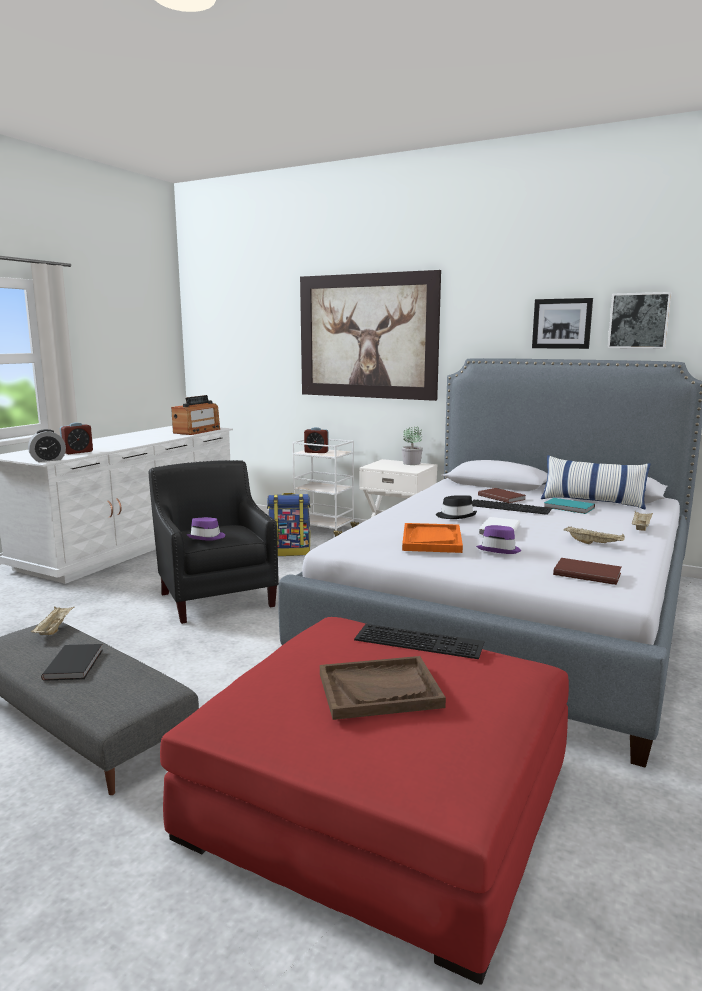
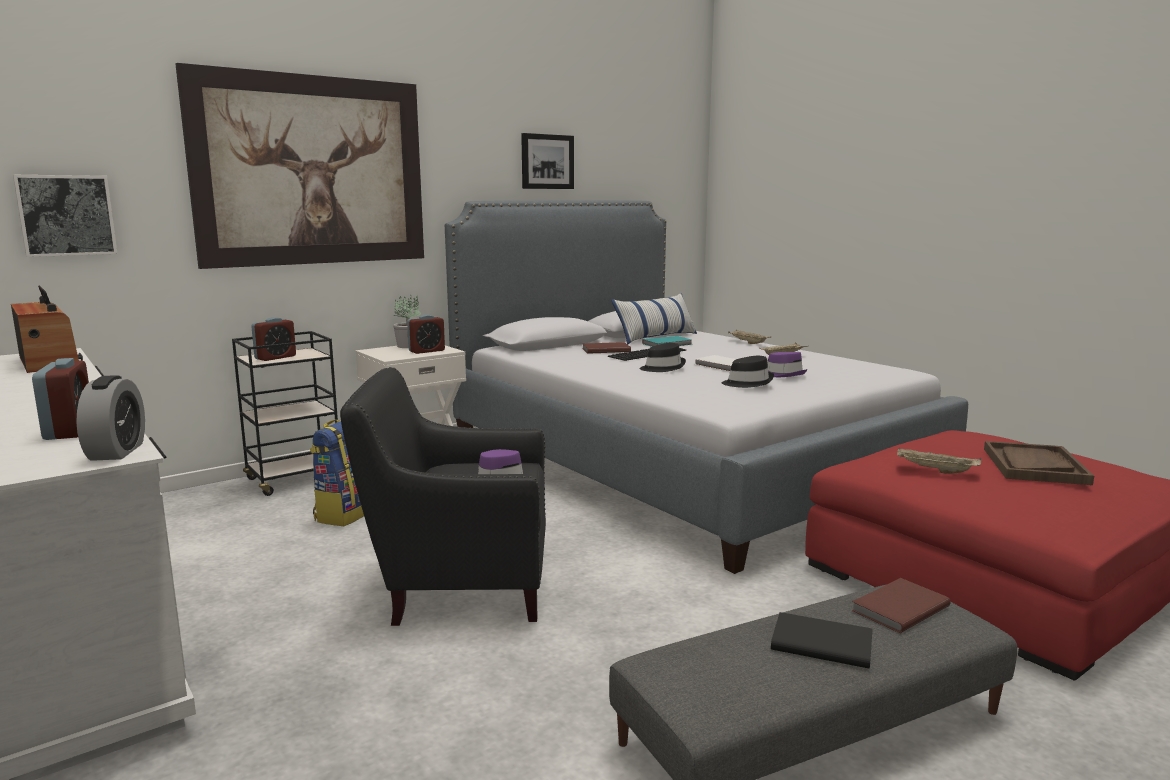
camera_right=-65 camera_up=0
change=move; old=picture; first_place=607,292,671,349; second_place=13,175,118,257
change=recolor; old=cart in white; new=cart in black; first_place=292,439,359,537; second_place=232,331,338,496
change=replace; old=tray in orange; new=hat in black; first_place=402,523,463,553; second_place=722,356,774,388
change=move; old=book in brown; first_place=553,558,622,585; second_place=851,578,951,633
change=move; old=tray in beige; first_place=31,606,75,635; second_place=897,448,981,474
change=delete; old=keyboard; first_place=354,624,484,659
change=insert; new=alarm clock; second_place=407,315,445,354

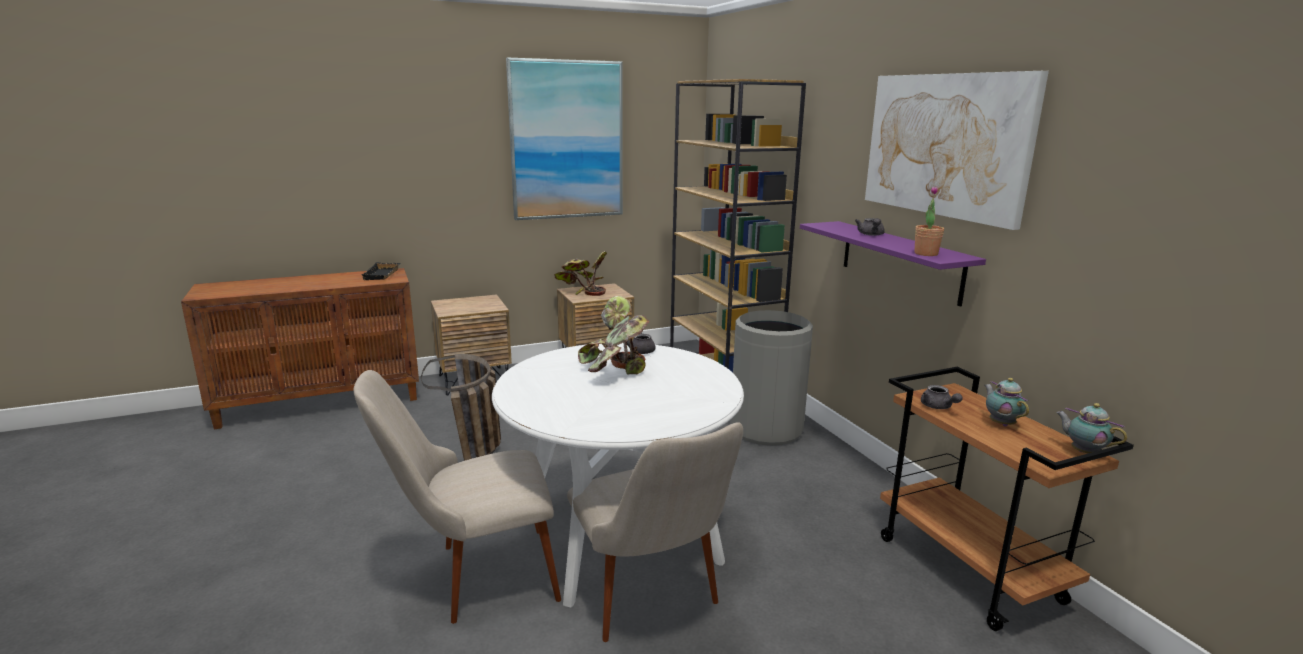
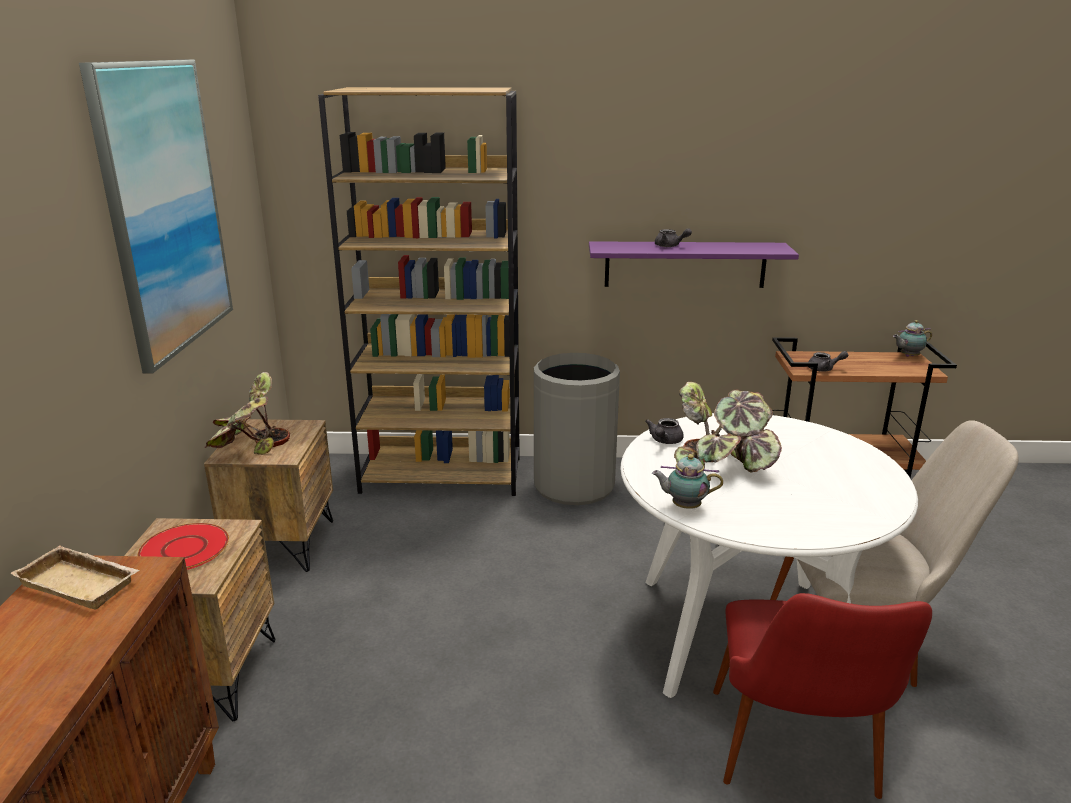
camera_right=-65 camera_up=5
change=delete; old=picture; first_place=865,71,1049,230
change=delete; old=potted plant; first_place=915,186,944,256
change=recolor; old=tray in black; new=tray in beige; first_place=361,262,400,280; second_place=10,545,139,610
change=delete; old=basket; first_place=421,354,501,461
change=recolor; old=chair in beige; new=chair in red; first_place=354,370,561,624; second_place=713,593,932,799
change=move; old=teapot; first_place=984,378,1029,426; second_place=652,454,723,509
change=insert; new=plate in red; second_place=138,523,229,570

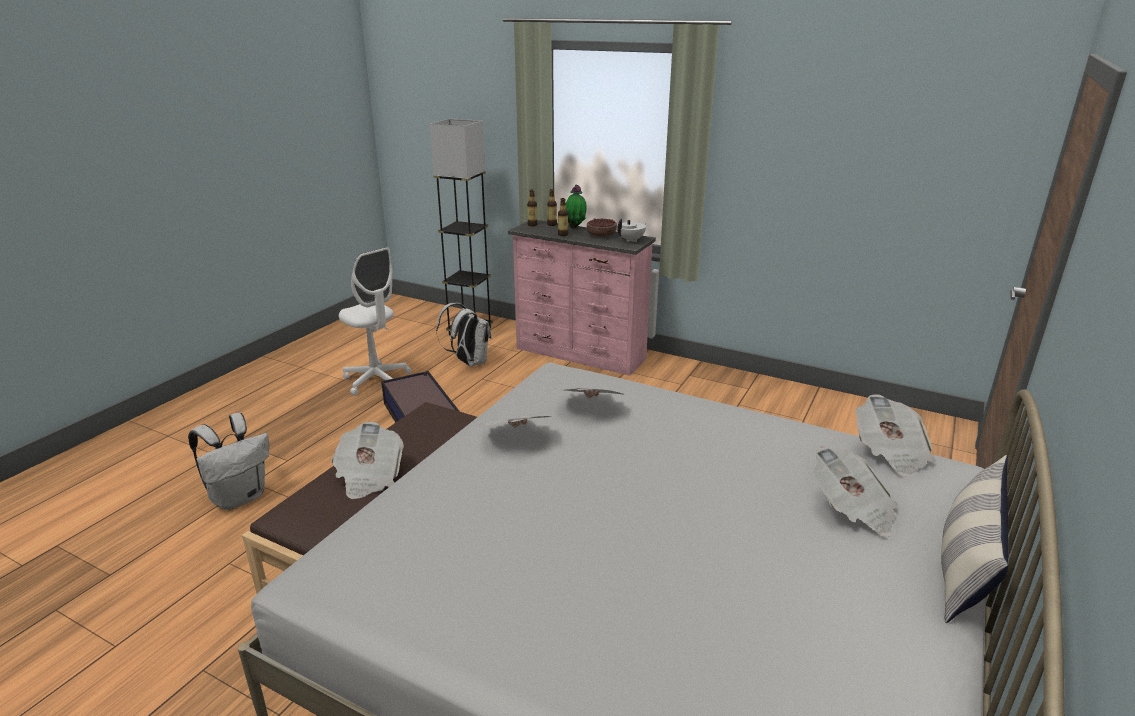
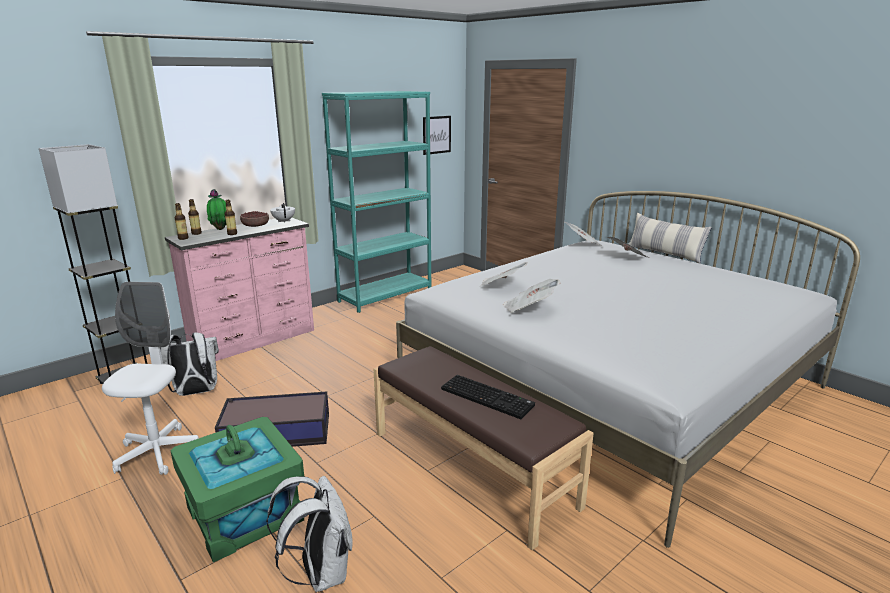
camera_right=-70 camera_up=-5
change=rotate; old=office chair in white; first_place=339,247,411,396; second_place=102,282,199,475; degrees=-60
change=replace; old=newspaper; new=keyboard; first_place=332,422,404,499; second_place=441,375,535,419
change=insert; new=bookcase in turquoise; second_place=322,91,431,313
change=insert; new=picture; second_place=423,116,451,155
change=insert; new=storage box in green; second_place=171,417,304,562

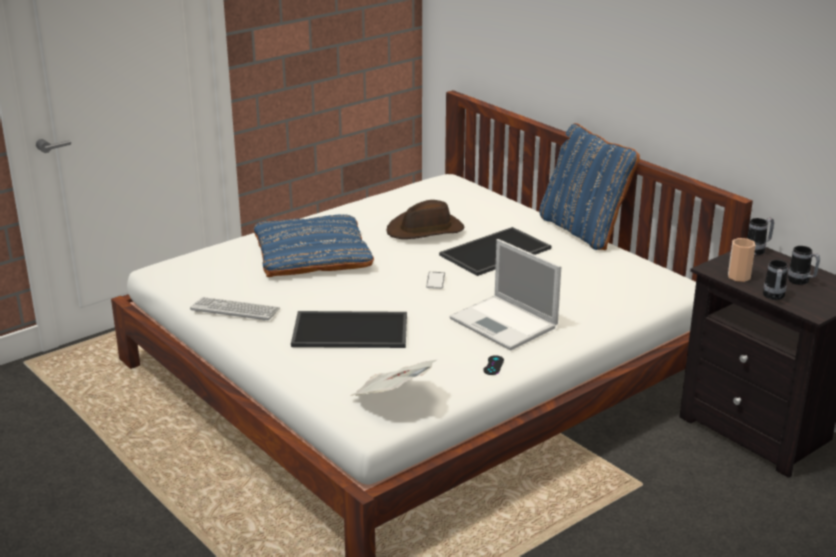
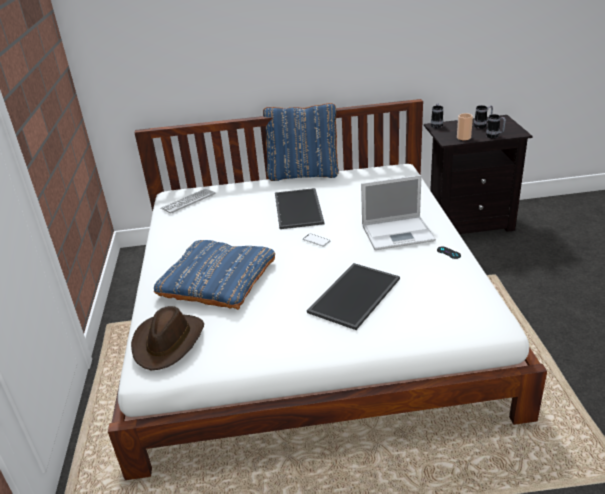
camera_right=-55 camera_up=5
change=move; old=hat in brown; first_place=386,200,464,239; second_place=131,306,204,370
change=move; old=keyboard; first_place=190,297,280,321; second_place=160,189,215,214
change=delete; old=newspaper; first_place=351,360,436,396

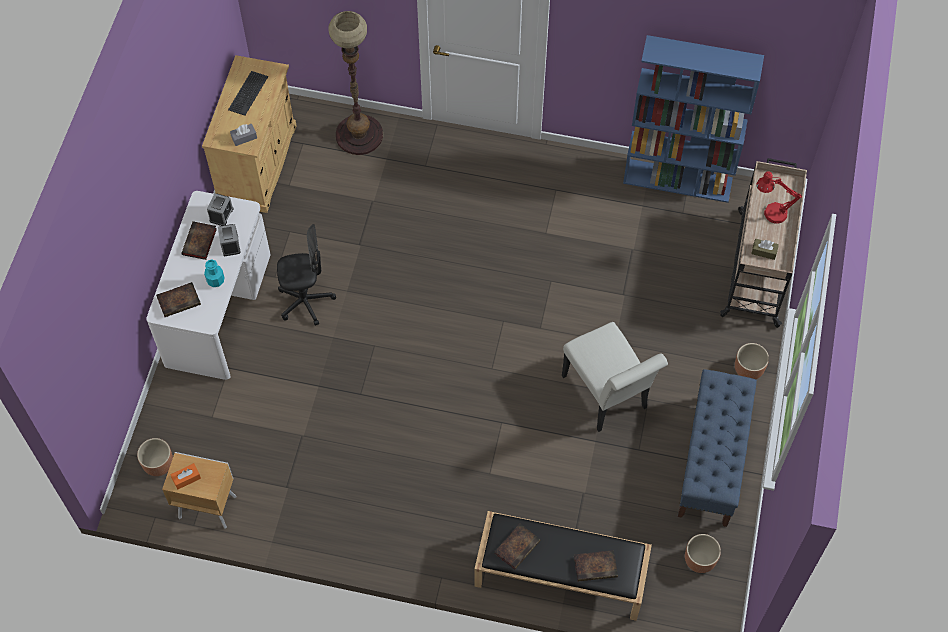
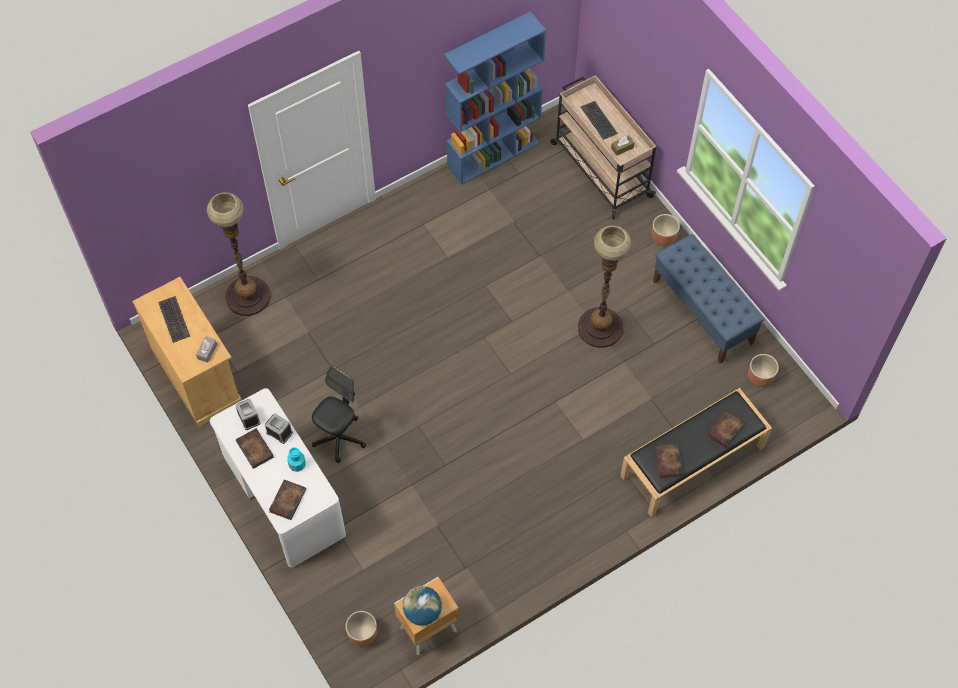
camera_right=-45 camera_up=0
change=replace; old=table lamp in red; new=keyboard; first_place=756,172,802,224; second_place=581,101,618,140
change=replace; old=chair in white; new=floor lamp; first_place=562,322,668,432; second_place=578,225,631,348
change=replace; old=tissue box in orange; new=globe; first_place=171,463,201,489; second_place=403,586,442,626

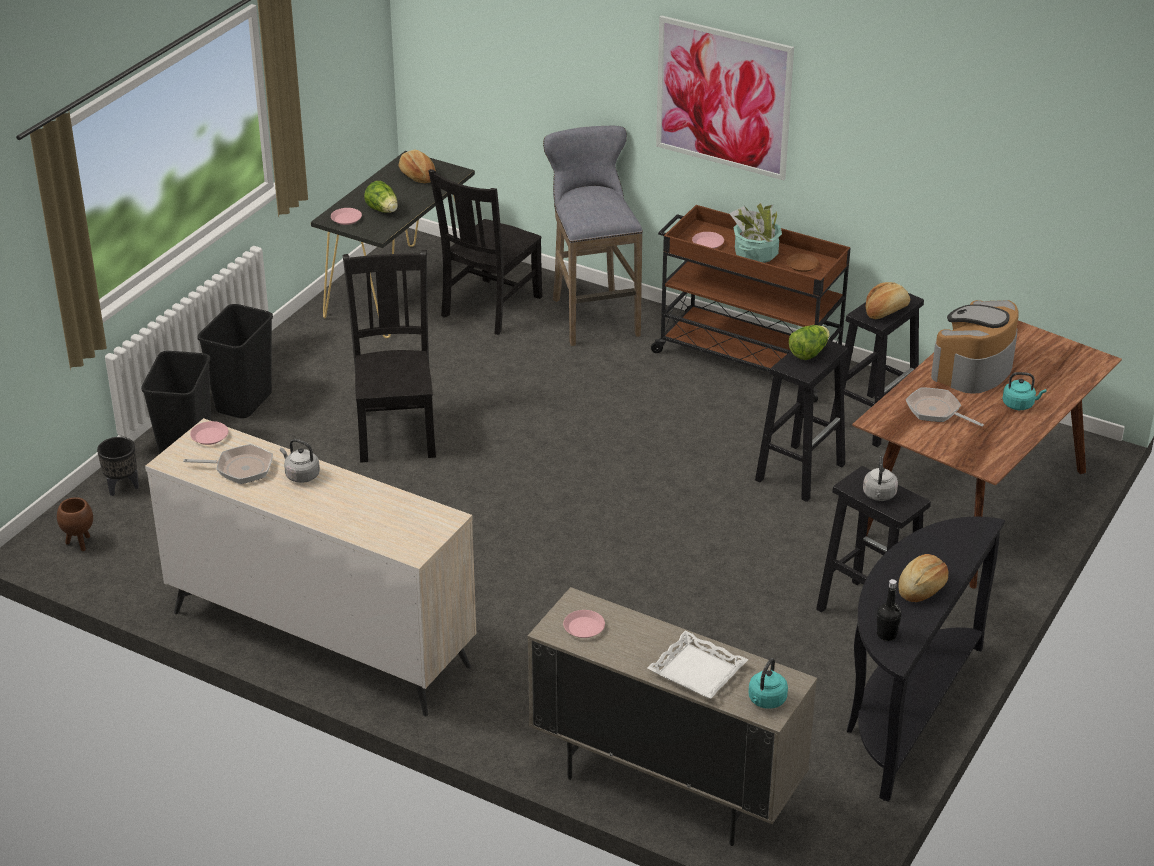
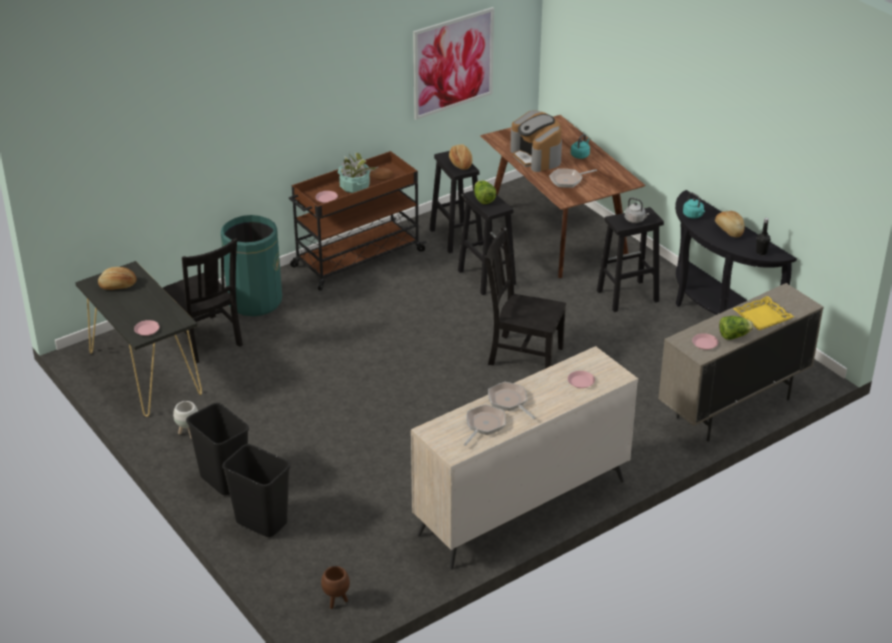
camera_right=-65 camera_up=0
change=move; old=picture; first_place=656,15,794,180; second_place=413,7,494,120
change=replace; old=stool in grey; new=trash can in green; first_place=543,126,643,346; second_place=221,215,282,316
change=move; old=lettuce; first_place=364,181,398,213; second_place=719,316,754,340
change=move; old=chair in black; first_place=343,250,436,463; second_place=485,226,566,369
change=move; old=plate in pink; first_place=190,421,228,445; second_place=568,371,595,388
change=delete; old=planter in black; first_place=97,437,139,496
change=replace; old=kettle in grey; new=frying pan; first_place=280,439,320,483; second_place=488,382,536,419
change=recolor; old=tray in white; new=tray in yellow; first_place=647,631,748,699; second_place=733,296,794,330
change=move; old=kettle in turquoise; first_place=749,658,788,709; second_place=683,192,705,219
change=insert; new=planter in white; second_place=173,401,198,439

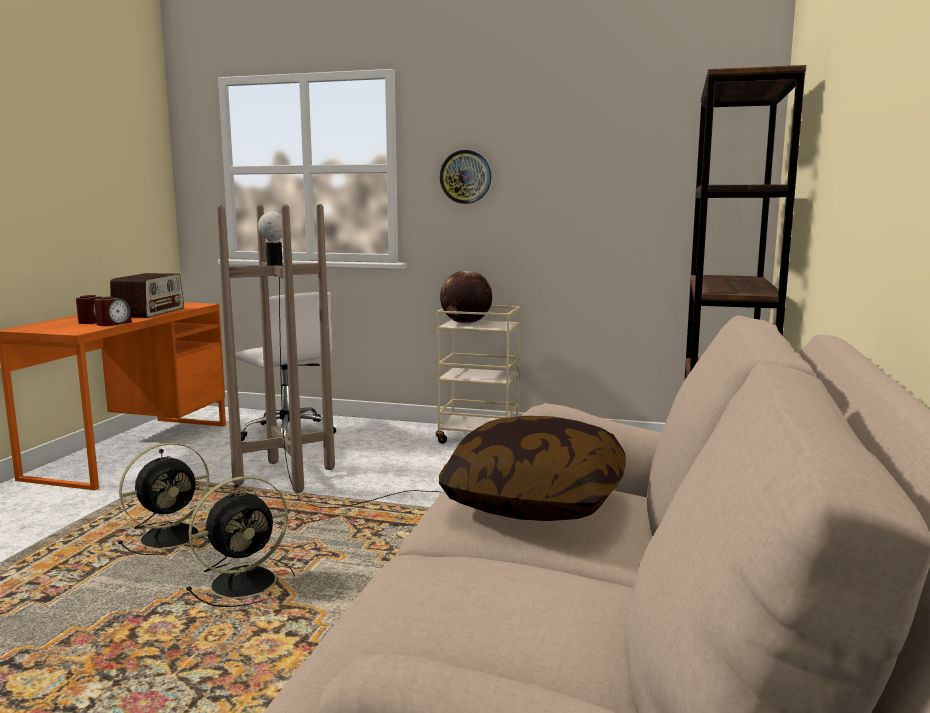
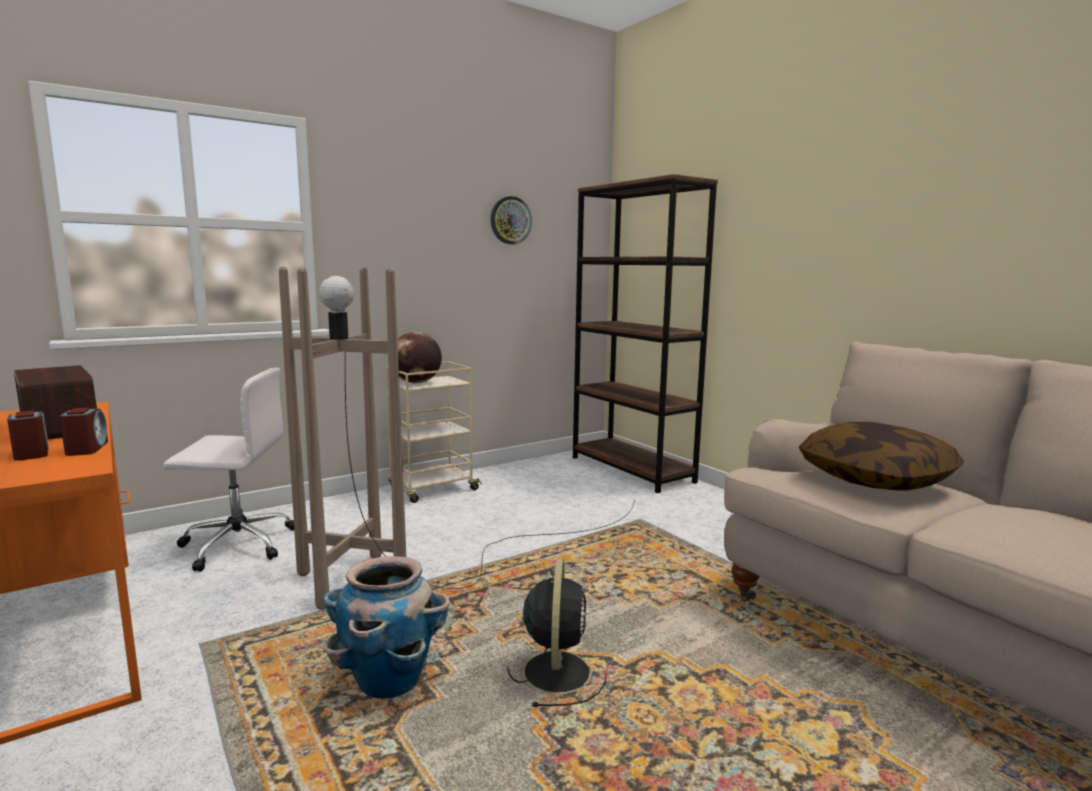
camera_right=-50 camera_up=0
change=move; old=wall clock; first_place=440,150,491,204; second_place=490,196,532,244
change=replace; old=fan in black; new=planter; first_place=118,443,209,555; second_place=323,556,450,699

